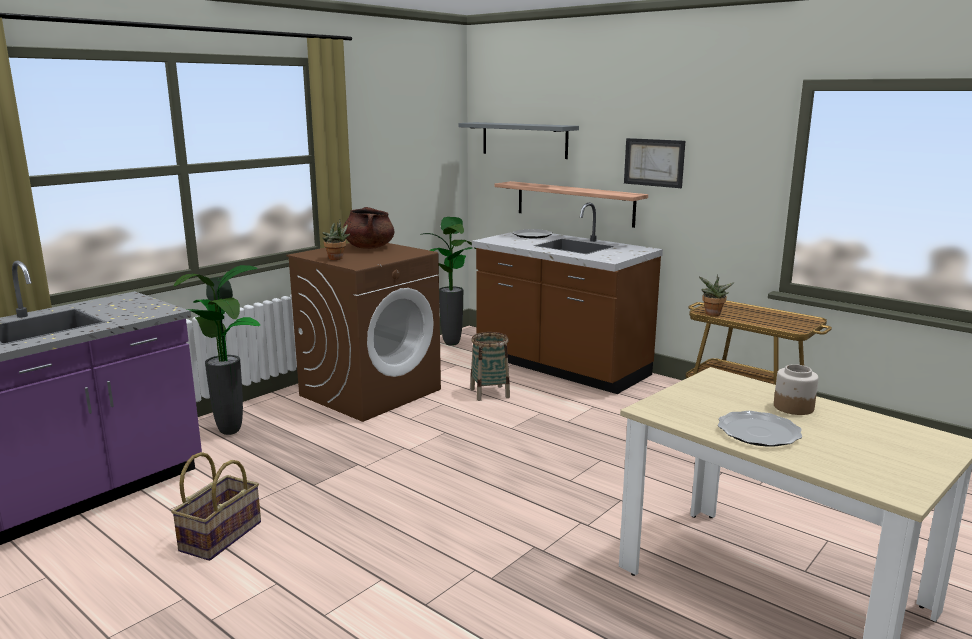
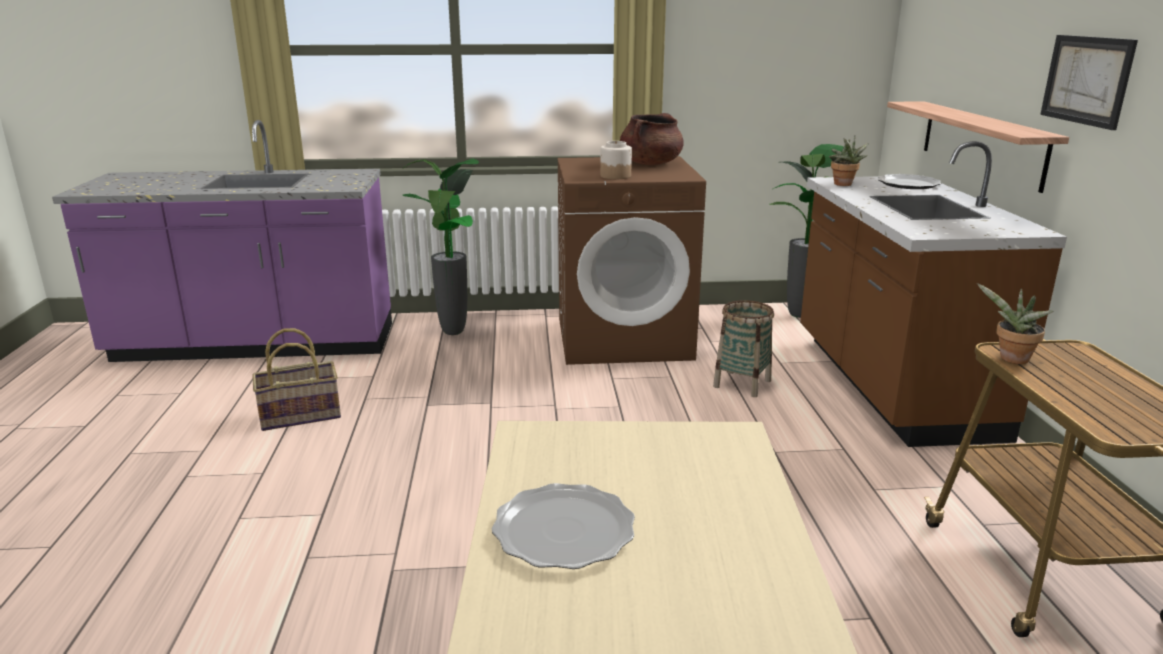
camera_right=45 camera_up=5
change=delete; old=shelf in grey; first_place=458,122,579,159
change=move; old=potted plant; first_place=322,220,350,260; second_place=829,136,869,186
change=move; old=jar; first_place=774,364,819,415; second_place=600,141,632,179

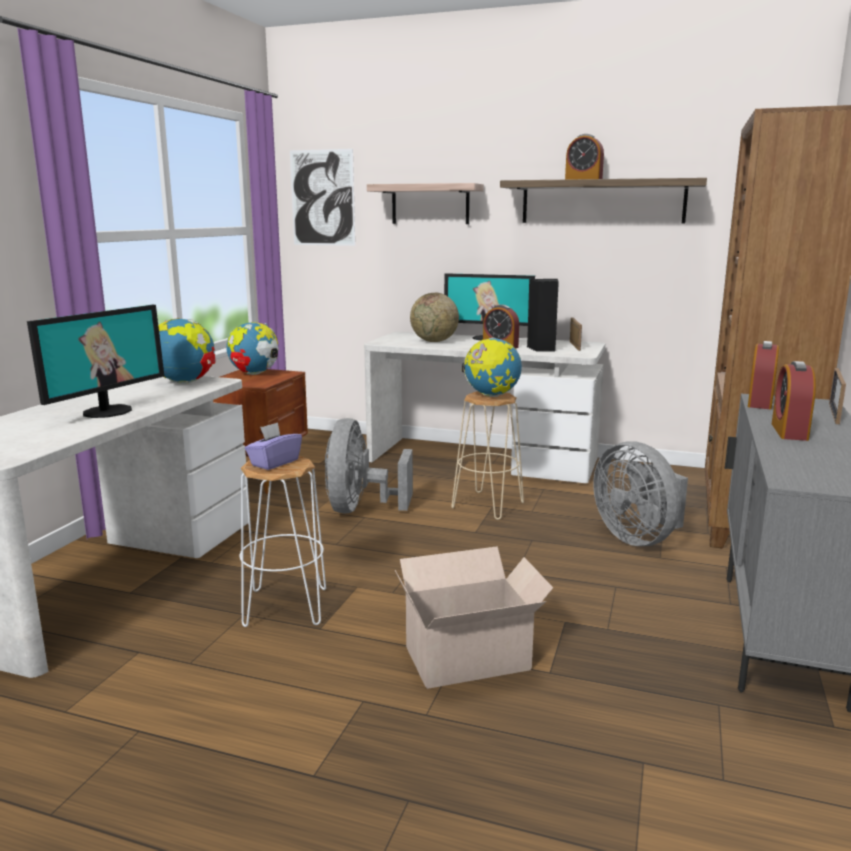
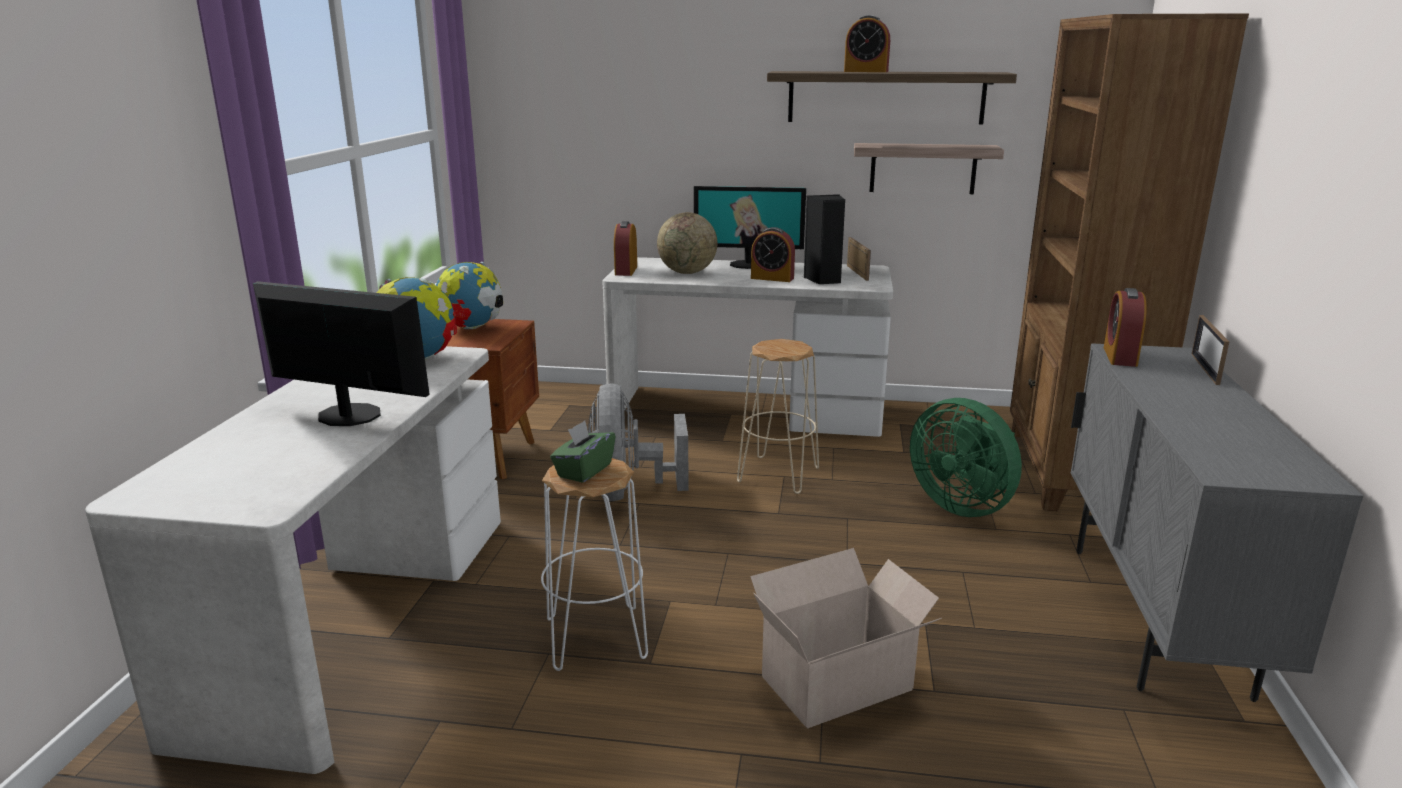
camera_right=-10 camera_up=5
change=delete; old=picture; first_place=290,149,355,246
change=move; old=shelf; first_place=367,183,484,224; second_place=854,143,1004,194
change=rotate; old=monitor; first_place=27,305,164,418; second_place=253,281,430,426; degrees=-90
change=delete; old=globe; first_place=462,337,522,397
change=move; old=alarm clock; first_place=772,361,816,441; second_place=614,221,637,276
change=recolor; old=tissue box in purple; new=tissue box in green; first_place=245,422,302,470; second_place=550,420,615,483
change=recolor; old=fan in grey; new=fan in green; first_place=593,441,688,546; second_place=910,398,1022,517

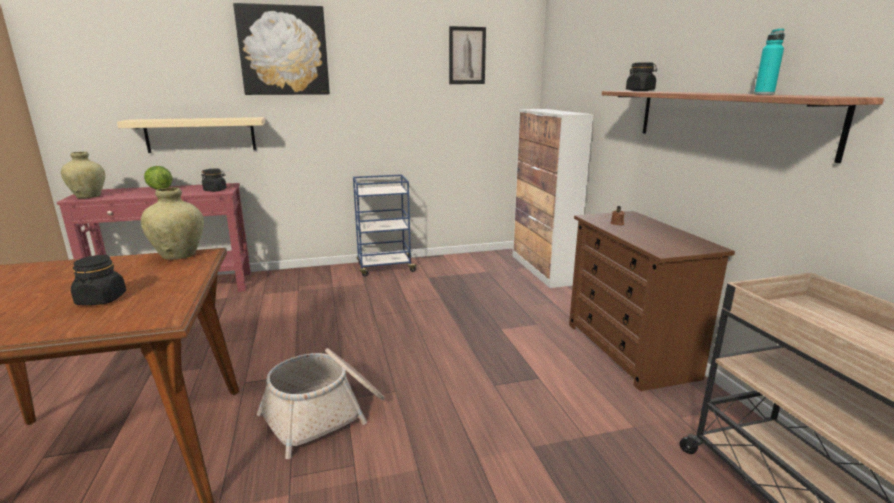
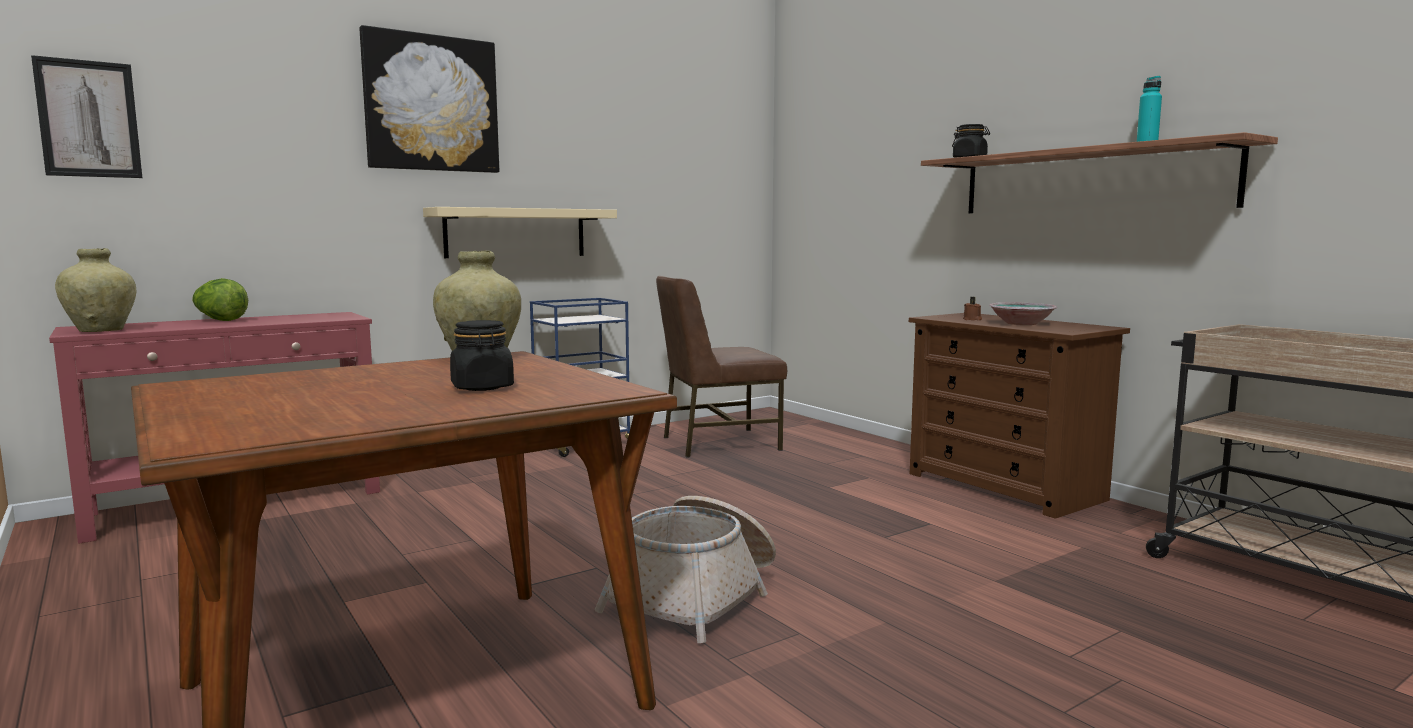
camera_right=-20 camera_up=-10
change=move; old=picture; first_place=449,26,486,84; second_place=31,55,142,178
change=delete; old=cabinet; first_place=513,109,594,288
change=move; old=shelf in beige; first_place=117,117,265,153; second_place=423,207,617,258
change=delete; old=jar in black; first_place=201,169,226,192
change=insert; new=chair in brown; second_place=656,276,787,458
change=insert; new=bowl; second_place=989,302,1057,325

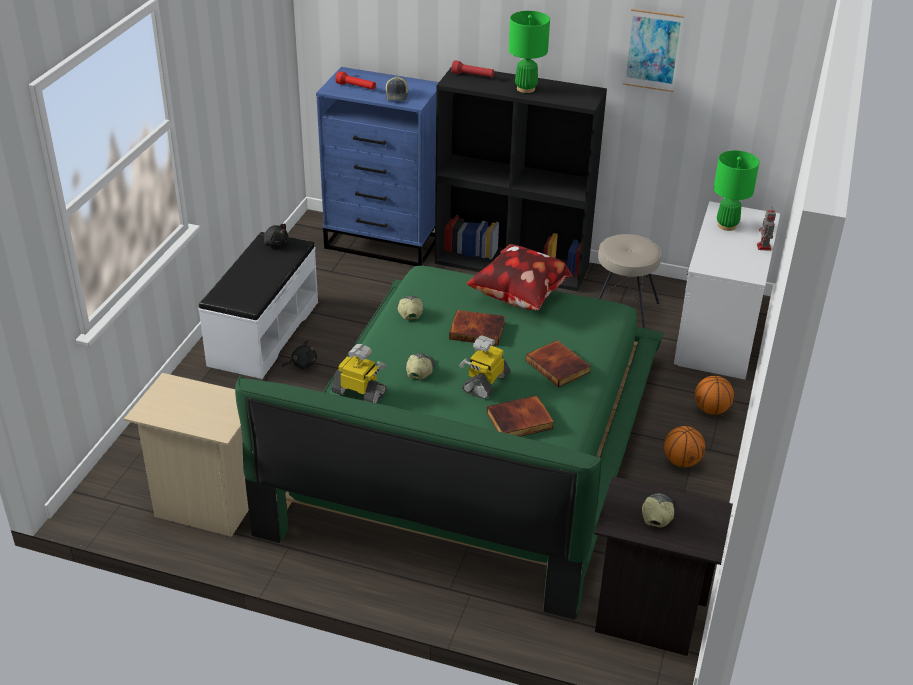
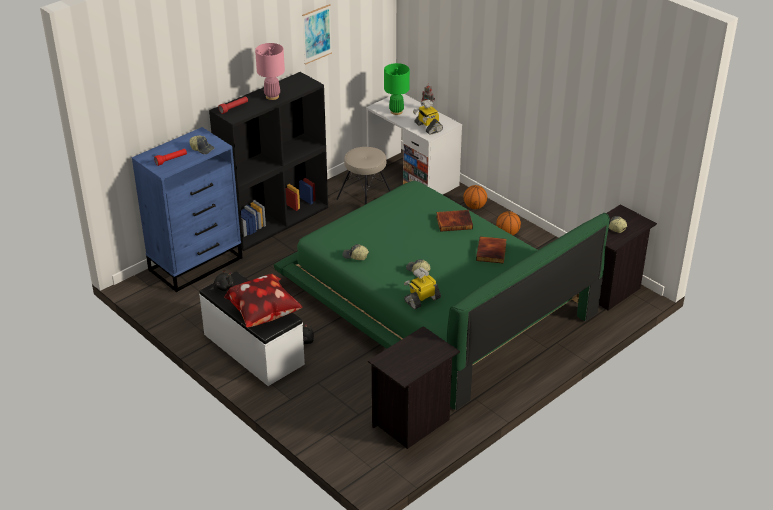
camera_right=-60 camera_up=0
change=recolor; old=table lamp in green; new=table lamp in pink; first_place=509,11,550,93; second_place=255,43,285,100
change=move; old=pillow; first_place=467,244,573,310; second_place=224,274,302,327
change=delete; old=book; first_place=449,310,505,346
change=move; old=toy robot; first_place=459,335,510,399; second_place=413,100,443,135
change=recolor; old=nightstand in beige; new=nightstand in black; first_place=124,373,249,537; second_place=368,326,460,449

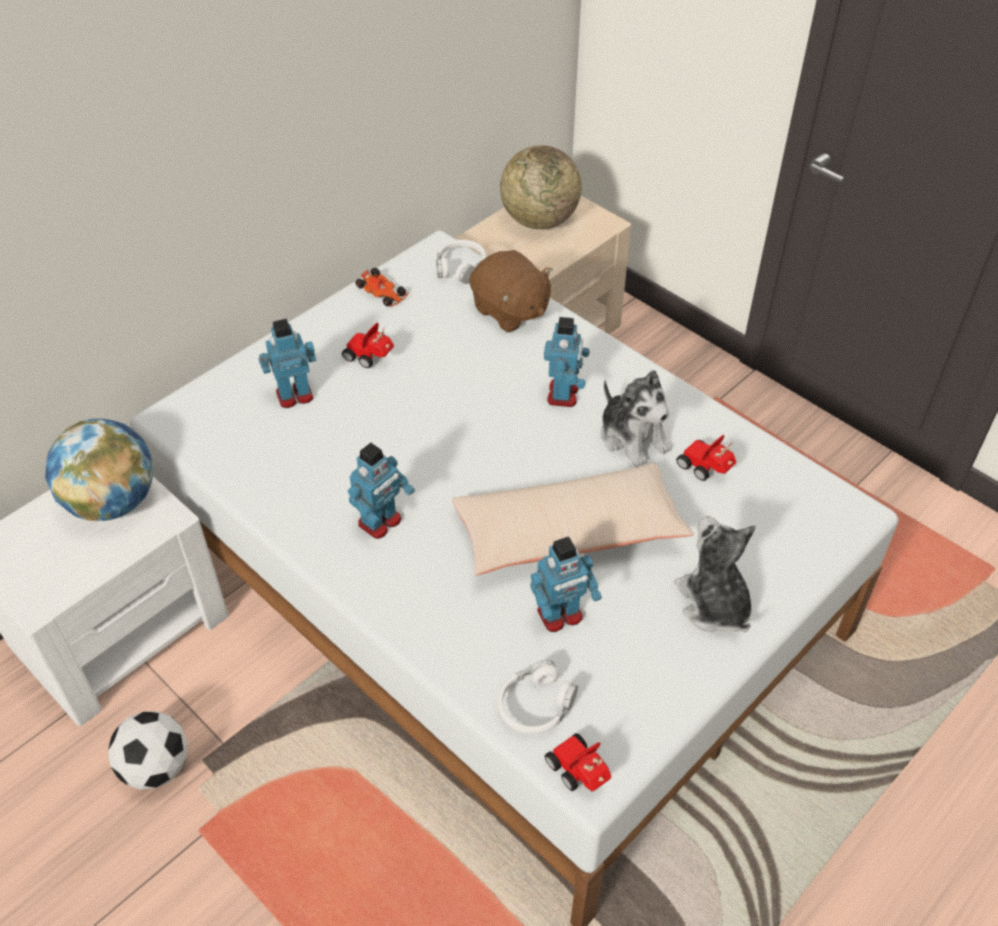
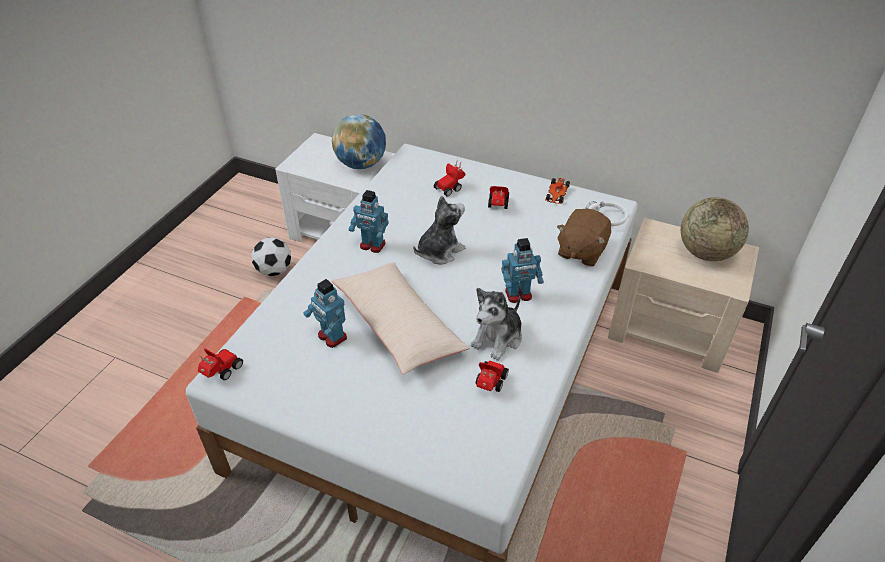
camera_right=70 camera_up=-5
change=replace; old=toy robot; new=toy car; first_place=258,319,316,408; second_place=434,159,466,197
change=move; old=plush toy; first_place=674,516,756,633; second_place=413,196,466,265
change=delete; old=headphones in white; first_place=498,660,578,734

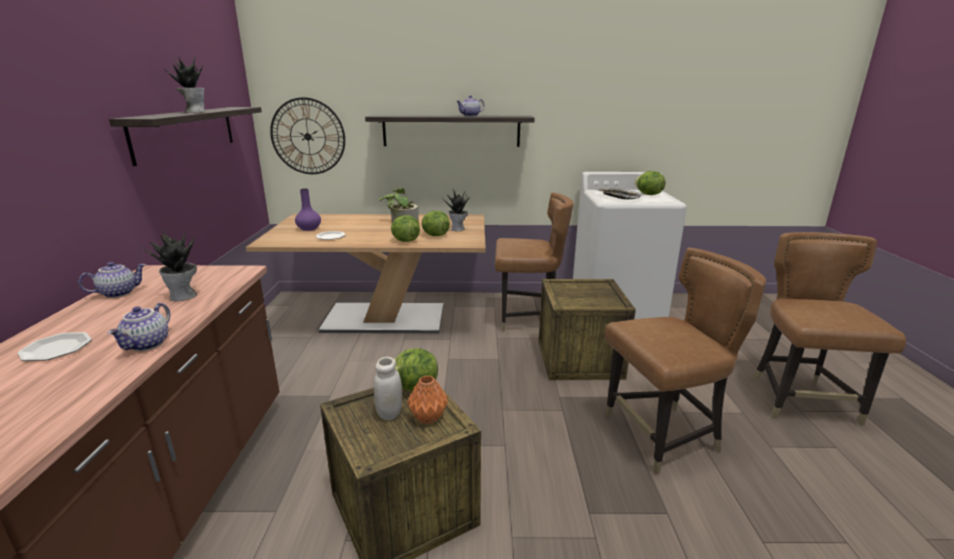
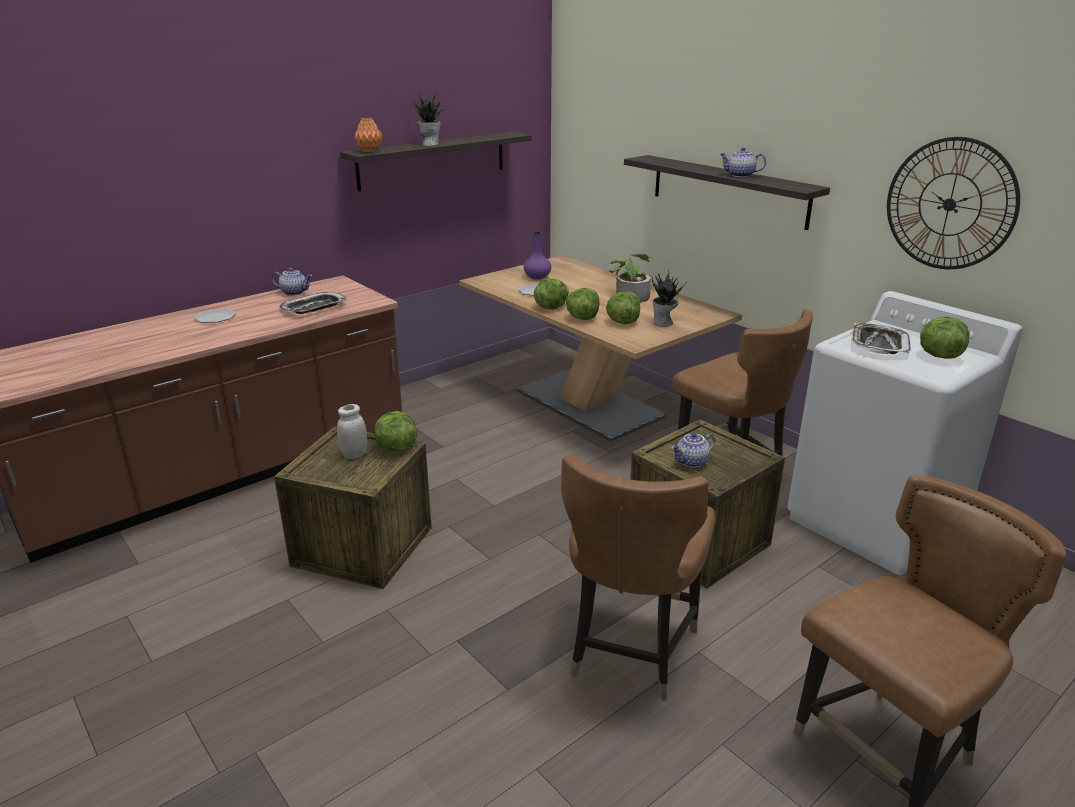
camera_right=50 camera_up=5
change=move; old=wall clock; first_place=270,97,345,174; second_place=887,137,1020,269
change=replace; old=potted plant; new=tray; first_place=142,229,197,301; second_place=279,292,347,314
change=rotate; old=chair in brown; first_place=605,248,766,475; second_place=561,454,715,701; degrees=75
change=move; old=teapot; first_place=108,303,170,351; second_place=671,433,715,467
change=move; old=vase in orange; first_place=407,375,448,424; second_place=354,117,382,152
change=insert; new=lettuce; second_place=534,278,569,310

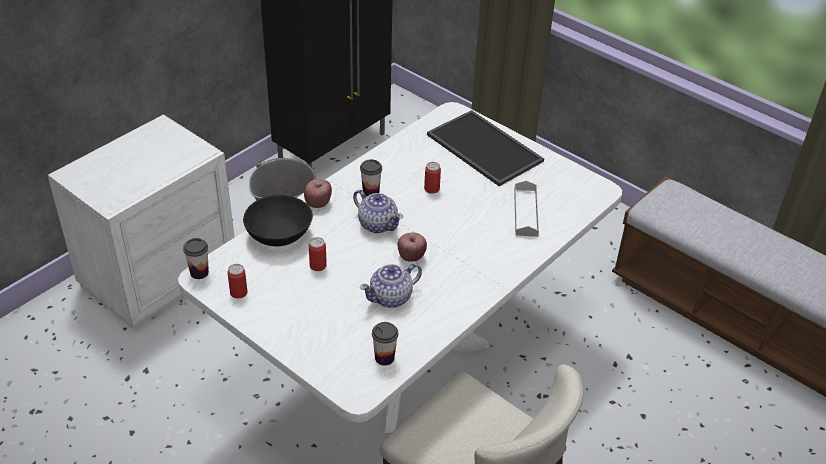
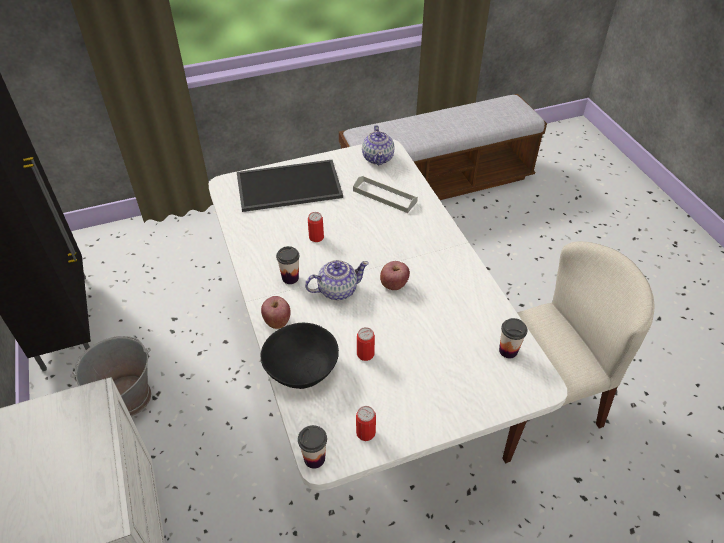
camera_right=-60 camera_up=5
change=move; old=teapot; first_place=360,263,422,308; second_place=362,125,395,165

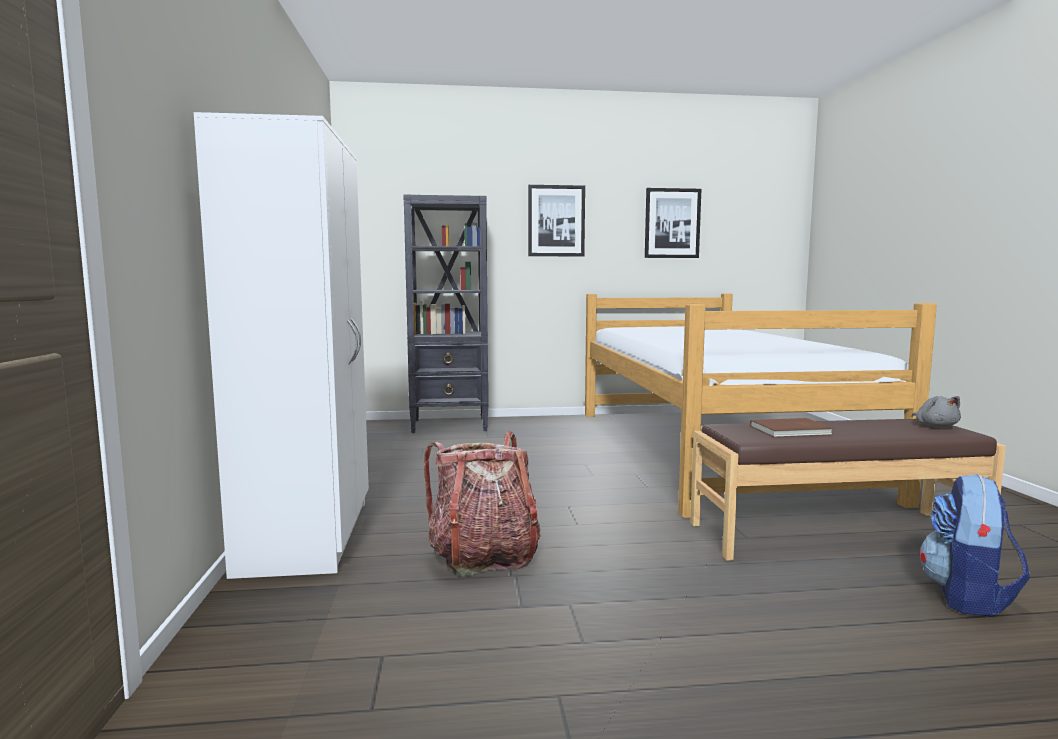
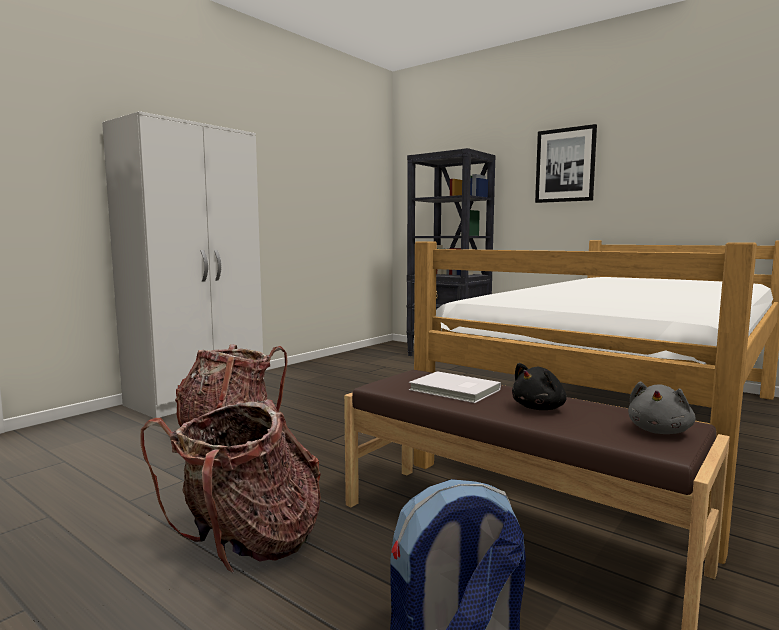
camera_right=45 camera_up=0
change=delete; old=picture; first_place=645,188,701,258
change=recolor; old=book in brown; new=book in white; first_place=750,418,834,437; second_place=409,371,501,403
change=insert; new=plush toy in black; second_place=512,363,567,410
change=insert; new=backpack; second_place=140,399,321,572

